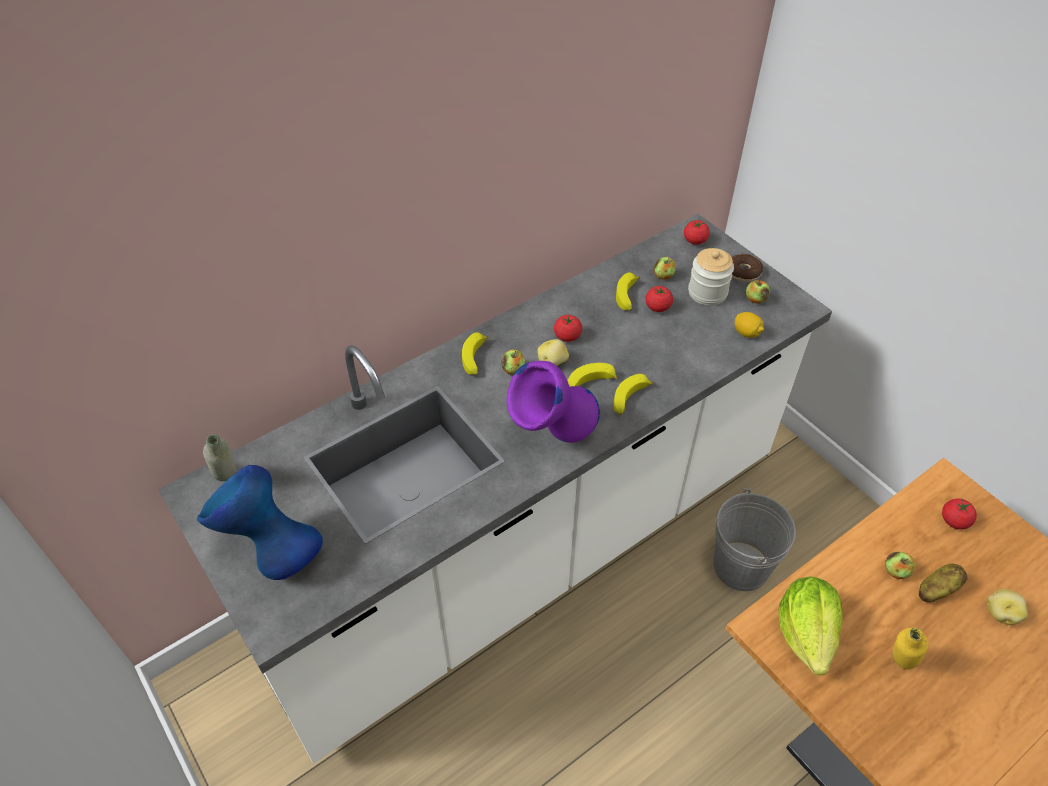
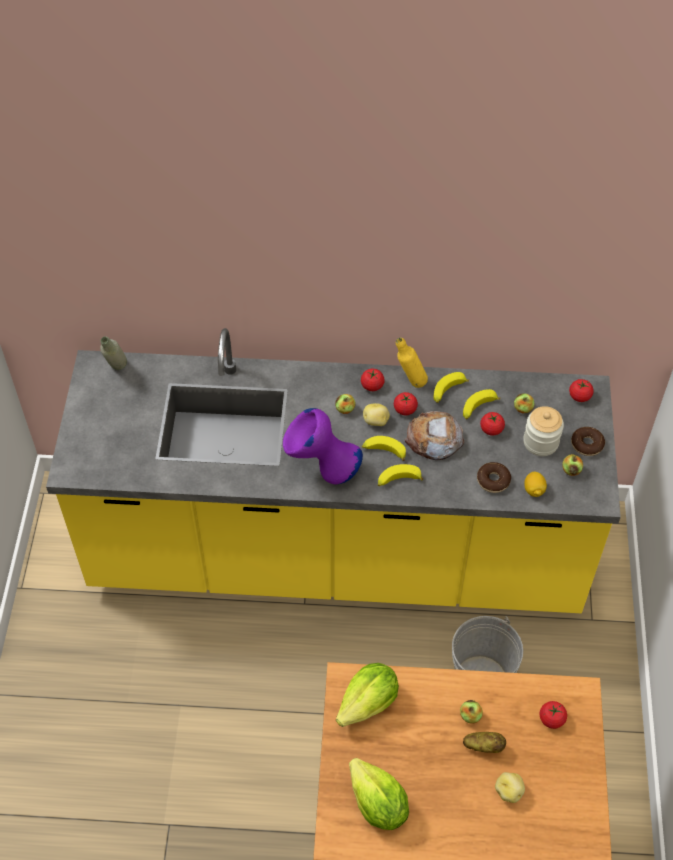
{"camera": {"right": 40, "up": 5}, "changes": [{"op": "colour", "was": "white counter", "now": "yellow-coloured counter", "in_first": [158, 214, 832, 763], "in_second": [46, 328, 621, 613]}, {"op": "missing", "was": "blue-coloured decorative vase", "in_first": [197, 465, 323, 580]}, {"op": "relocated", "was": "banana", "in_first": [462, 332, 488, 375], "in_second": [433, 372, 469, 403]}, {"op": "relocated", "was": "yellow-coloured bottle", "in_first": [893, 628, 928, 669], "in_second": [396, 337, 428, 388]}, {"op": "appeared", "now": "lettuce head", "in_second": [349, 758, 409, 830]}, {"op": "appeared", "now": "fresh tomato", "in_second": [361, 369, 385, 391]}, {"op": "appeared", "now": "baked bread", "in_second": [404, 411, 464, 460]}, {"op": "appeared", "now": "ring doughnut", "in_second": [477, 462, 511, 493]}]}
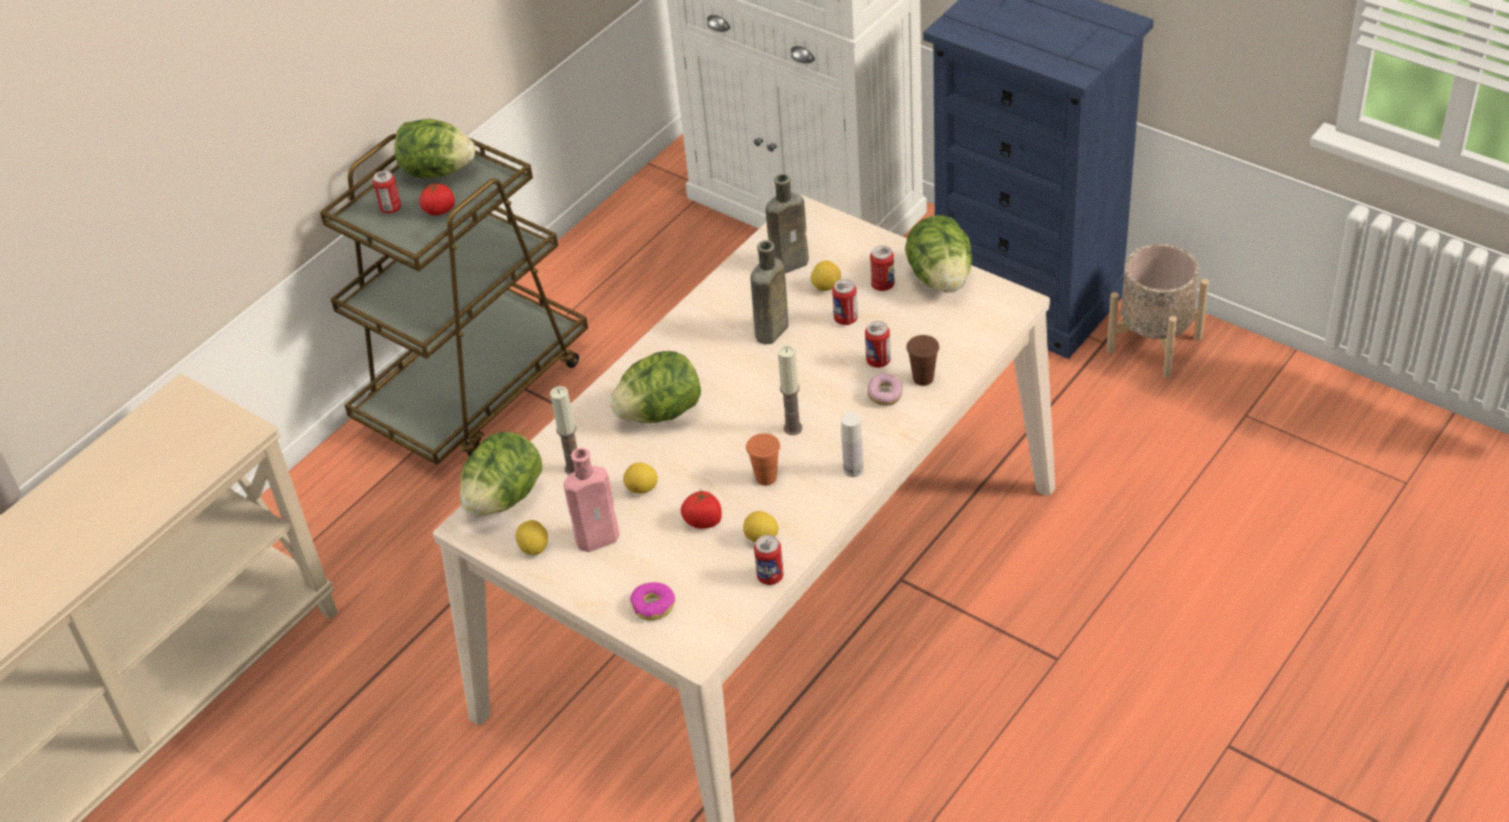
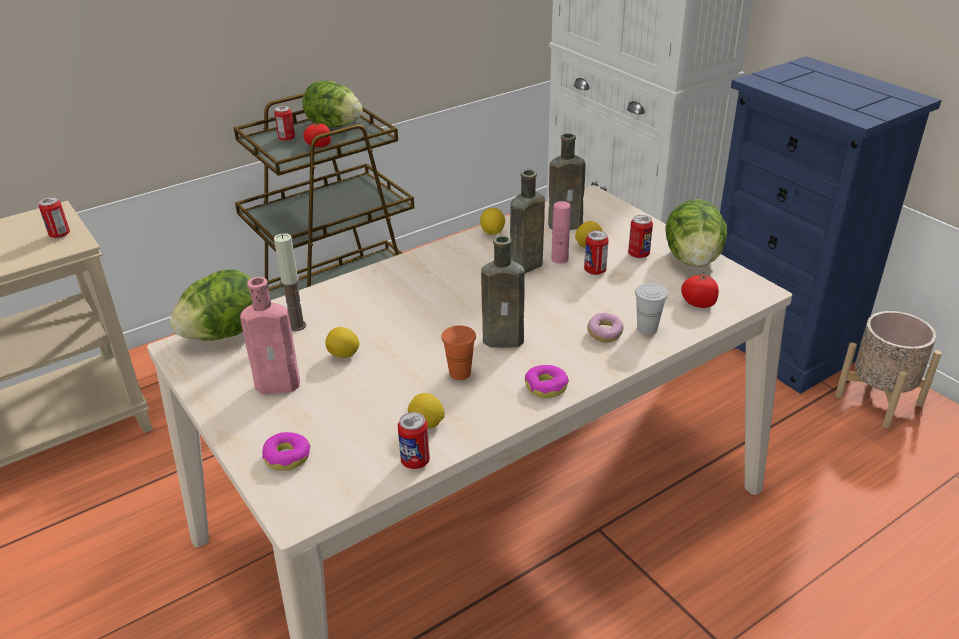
{"camera": {"right": 15, "up": -10}, "changes": [{"op": "relocated", "was": "whole lemon", "in_first": [516, 520, 548, 555], "in_second": [480, 208, 505, 235]}, {"op": "missing", "was": "lettuce head", "in_first": [610, 351, 701, 423]}, {"op": "relocated", "was": "fresh tomato", "in_first": [681, 489, 722, 529], "in_second": [681, 273, 719, 308]}, {"op": "exchanged", "was": "candle", "now": "brownish bottle", "in_first": [778, 345, 802, 435], "in_second": [481, 235, 525, 347]}, {"op": "exchanged", "was": "white bottle", "now": "ring doughnut", "in_first": [841, 412, 864, 477], "in_second": [525, 365, 569, 398]}, {"op": "relocated", "was": "metal can", "in_first": [865, 321, 891, 368], "in_second": [39, 197, 70, 238]}, {"op": "colour", "was": "brownish drinking cup", "now": "white drinking cup", "in_first": [906, 335, 939, 386], "in_second": [635, 283, 668, 335]}, {"op": "appeared", "now": "pink-coloured bottle", "in_second": [551, 201, 570, 264]}]}
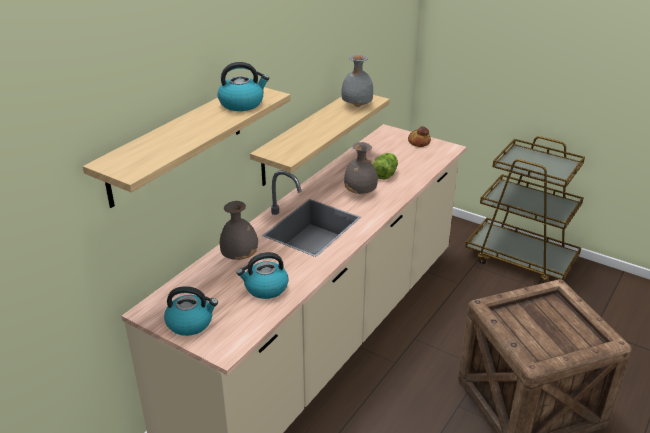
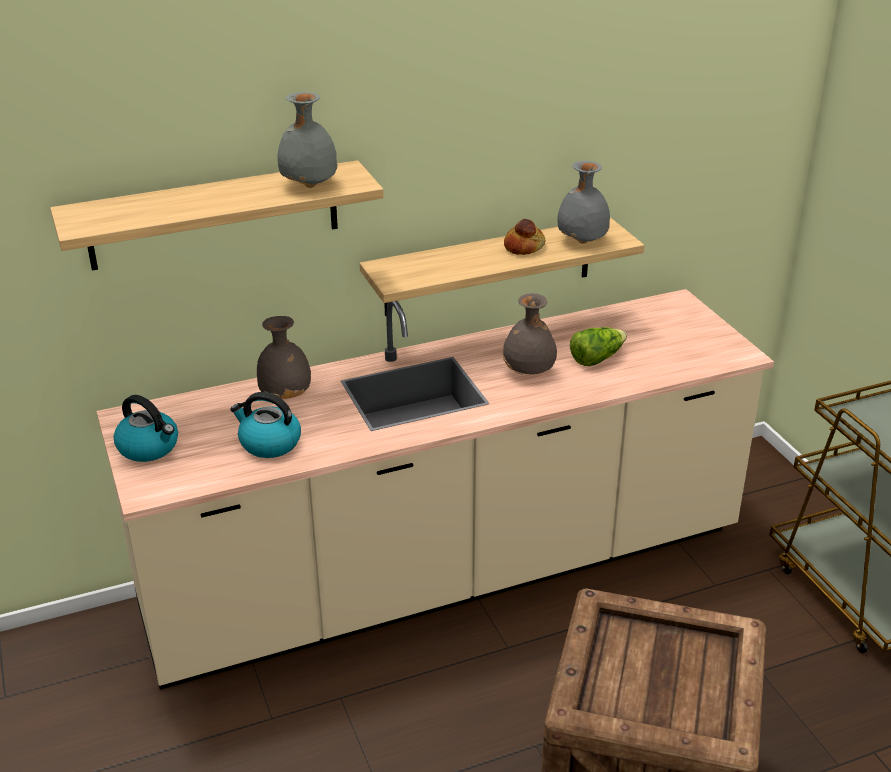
{"camera": {"right": 35, "up": 0}, "changes": [{"op": "exchanged", "was": "kettle", "now": "greyish decorative vase", "in_first": [218, 62, 269, 111], "in_second": [278, 92, 338, 188]}, {"op": "relocated", "was": "baked bread", "in_first": [408, 126, 431, 147], "in_second": [504, 219, 545, 255]}]}
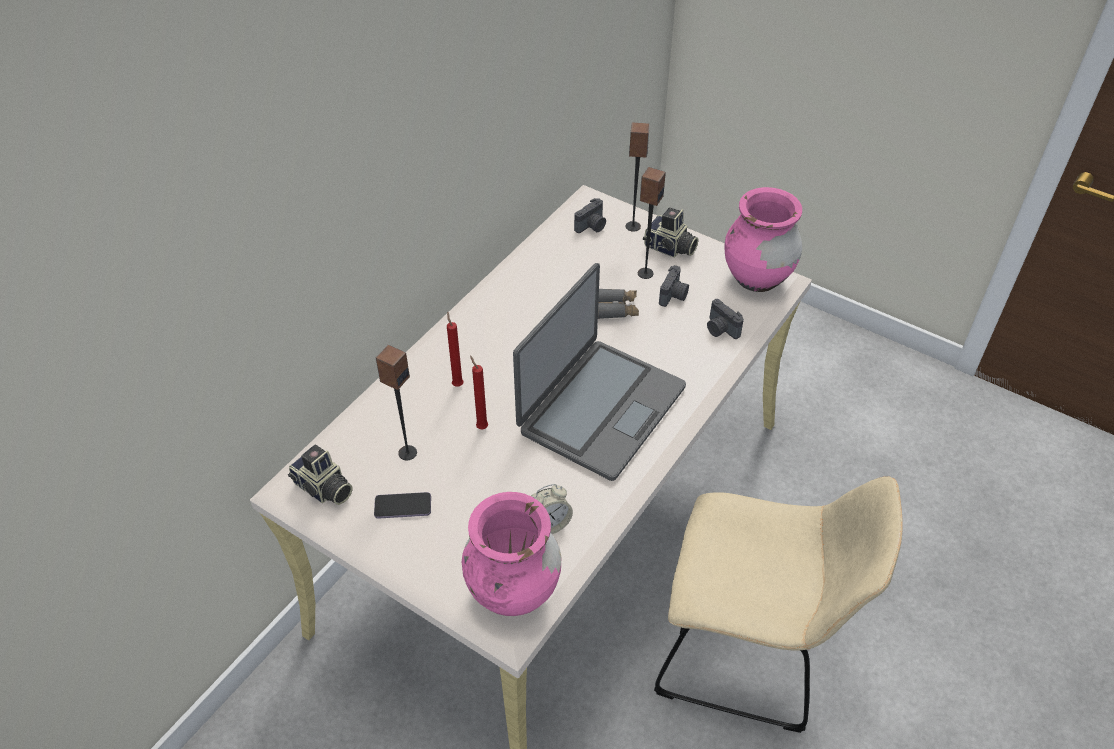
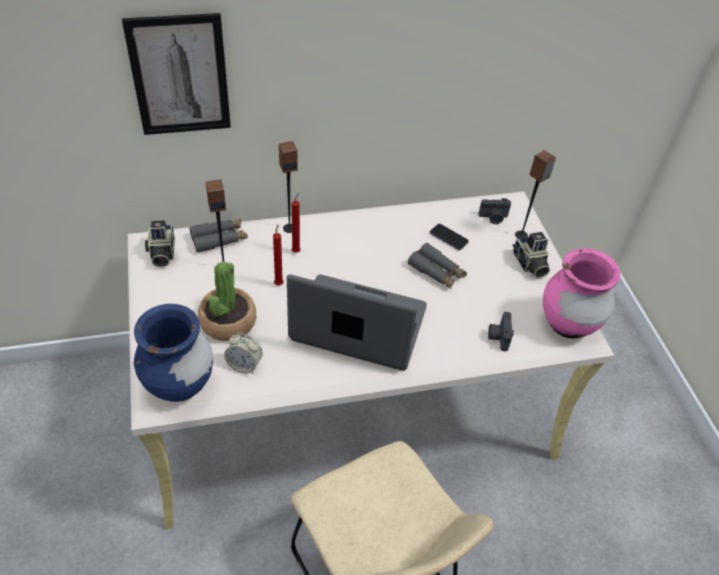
{"camera": {"right": 40, "up": 0}, "changes": [{"op": "relocated", "was": "phone", "in_first": [374, 492, 431, 519], "in_second": [430, 224, 469, 250]}, {"op": "colour", "was": "pink-coloured decorative vase", "now": "blue-coloured decorative vase", "in_first": [462, 492, 561, 616], "in_second": [134, 304, 213, 402]}, {"op": "spun", "was": "laptop", "in_first": [513, 263, 686, 481], "in_second": [287, 275, 427, 371], "clockwise": -150}, {"op": "relocated", "was": "speaker", "in_first": [638, 167, 666, 279], "in_second": [279, 141, 298, 233]}, {"op": "missing", "was": "still camera", "in_first": [659, 265, 689, 307]}, {"op": "appeared", "now": "picture", "in_second": [122, 13, 231, 135]}, {"op": "appeared", "now": "greyish pair of binoculars", "in_second": [189, 219, 248, 253]}, {"op": "appeared", "now": "houseplant", "in_second": [198, 262, 257, 341]}]}
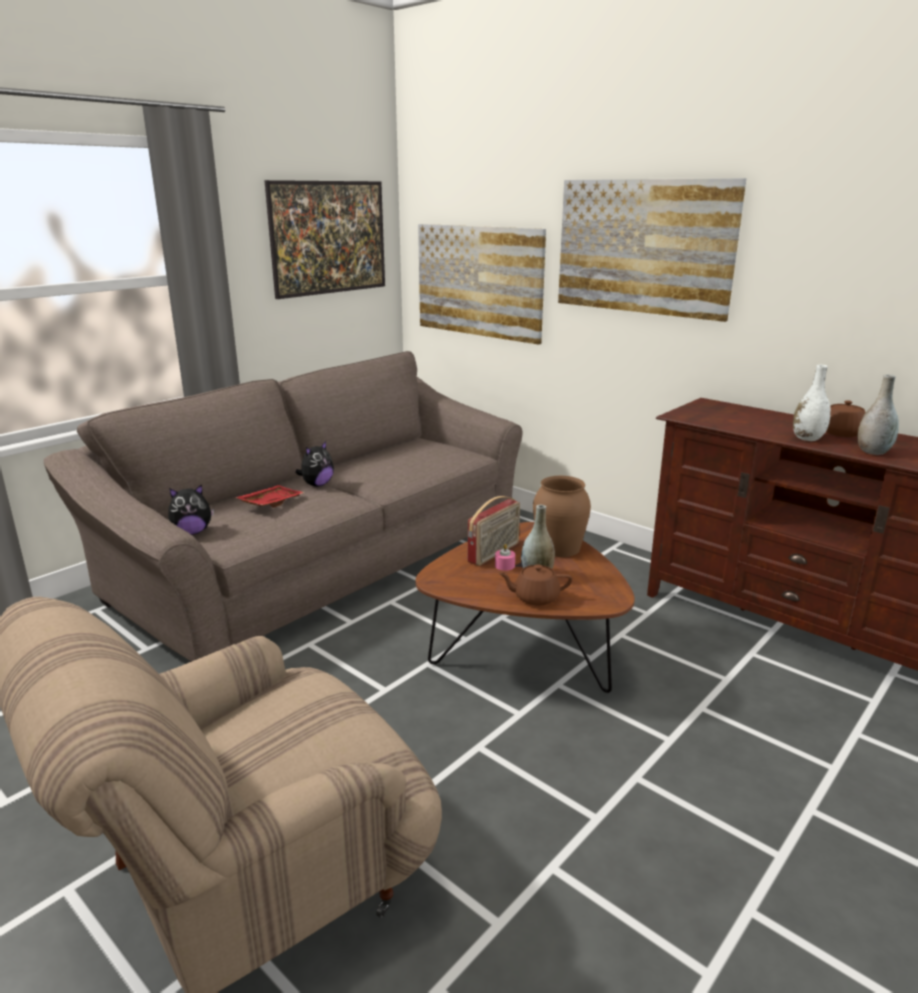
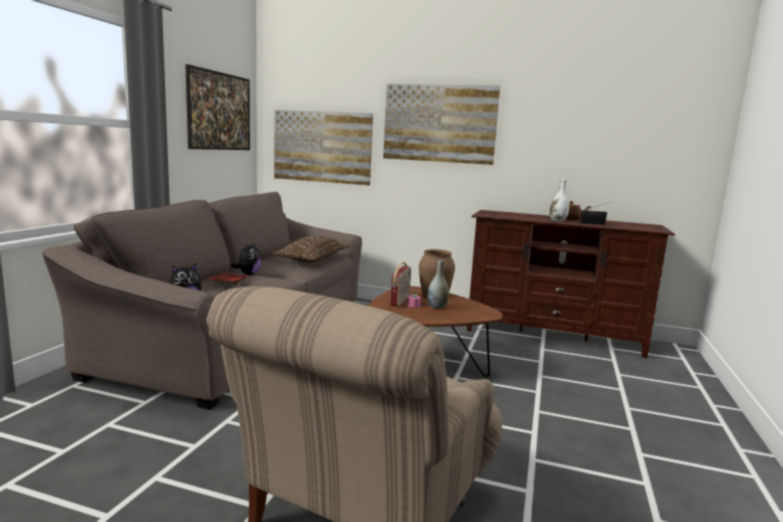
{"camera": {"right": -25, "up": -10}, "changes": [{"op": "missing", "was": "brownish teapot", "in_first": [499, 564, 572, 606]}, {"op": "exchanged", "was": "greyish decorative vase", "now": "radio receiver", "in_first": [857, 374, 899, 455], "in_second": [579, 202, 611, 225]}, {"op": "appeared", "now": "brownish pillow", "in_second": [272, 236, 350, 263]}]}
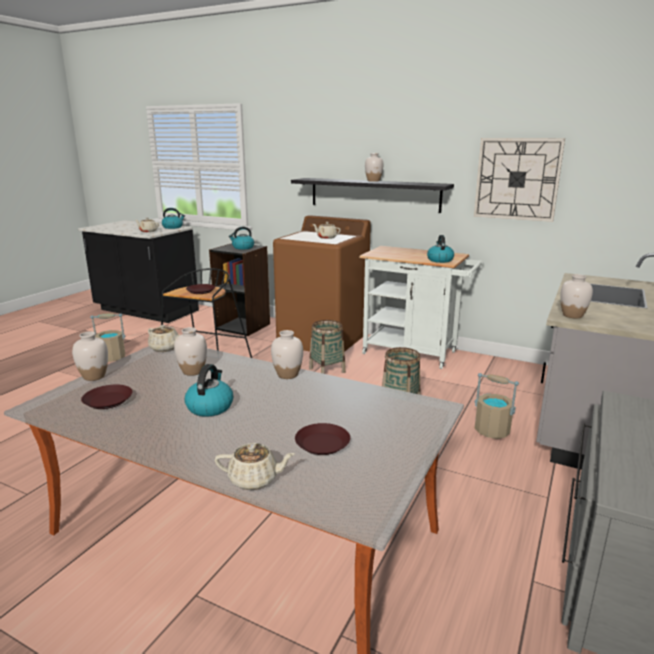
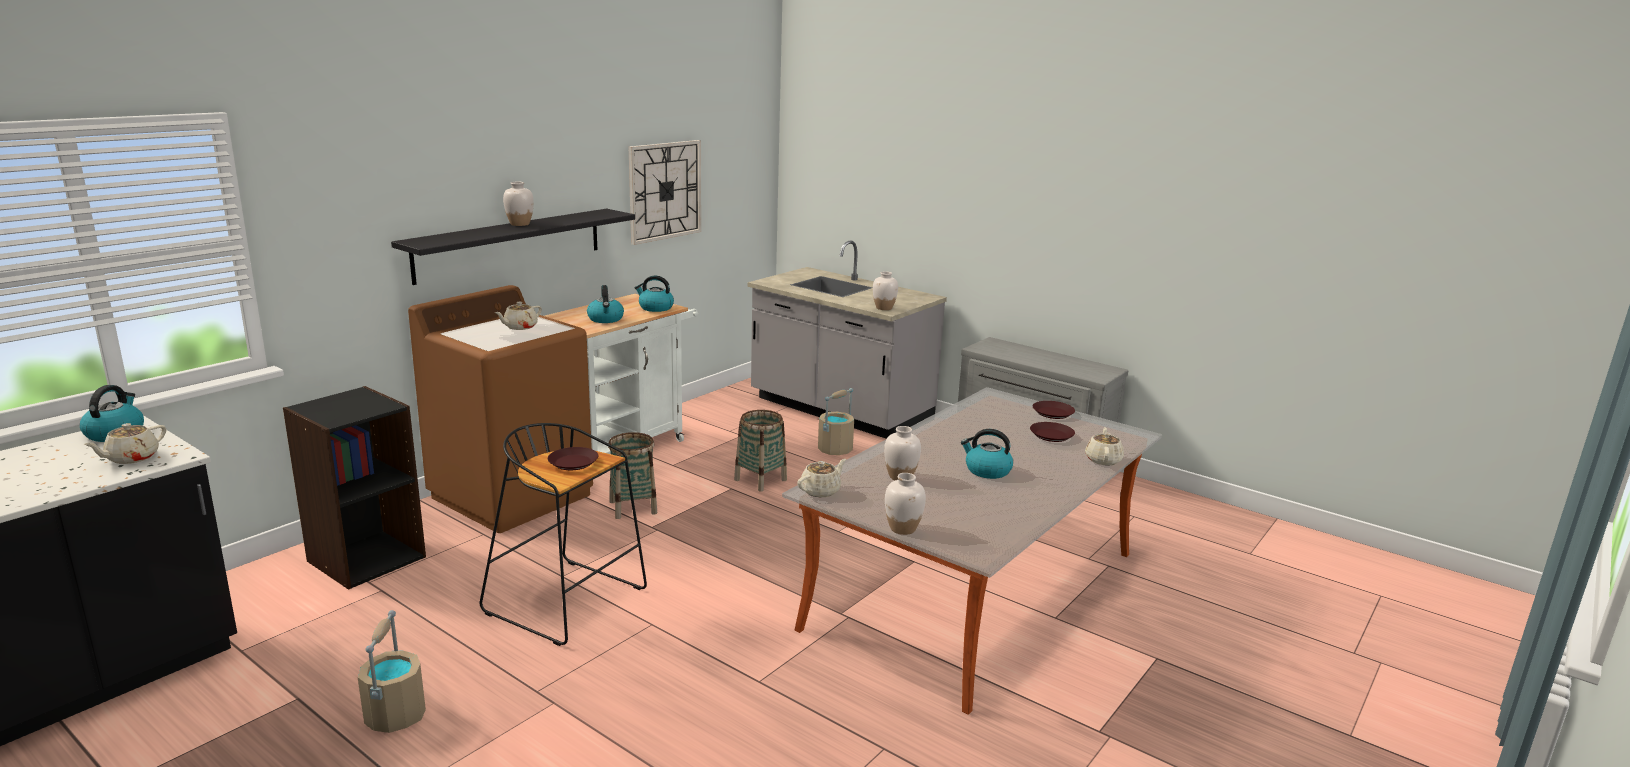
{"camera": {"right": -80, "up": 0}, "changes": [{"op": "relocated", "was": "brownish dinner plate", "in_first": [81, 384, 133, 409], "in_second": [1033, 401, 1075, 419]}, {"op": "relocated", "was": "kettle", "in_first": [229, 227, 254, 249], "in_second": [587, 285, 624, 323]}, {"op": "missing", "was": "white decorative vase", "in_first": [271, 330, 303, 379]}]}
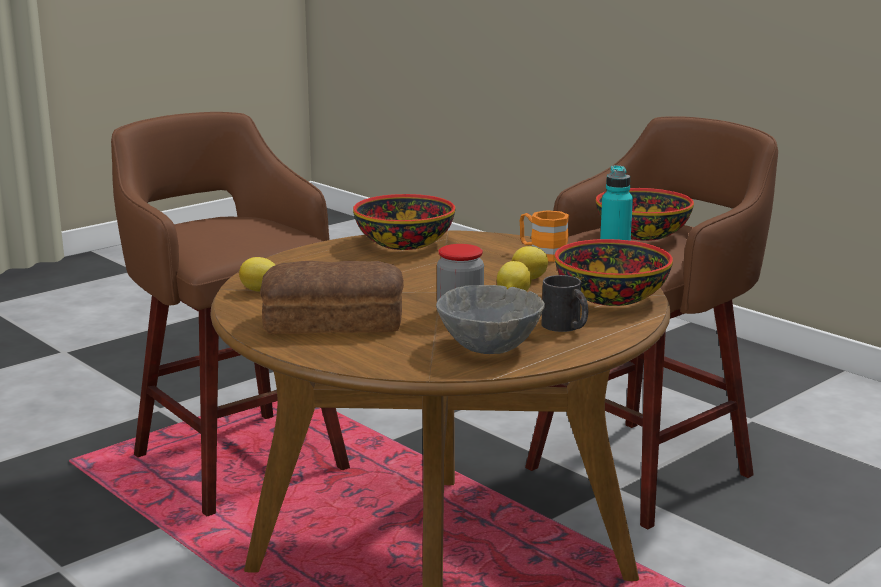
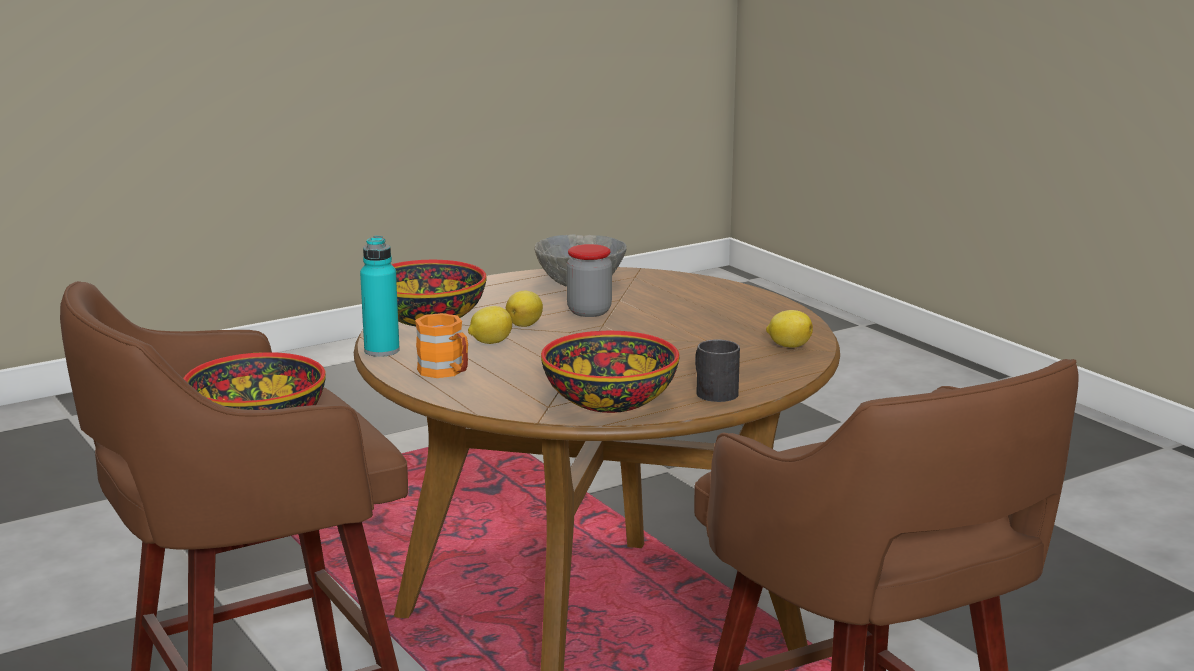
{"camera": {"right": -170, "up": 0}, "changes": [{"op": "missing", "was": "baked bread", "in_first": [260, 261, 404, 334]}, {"op": "relocated", "was": "black-coloured coffee mug", "in_first": [541, 275, 588, 332], "in_second": [695, 339, 740, 402]}]}
